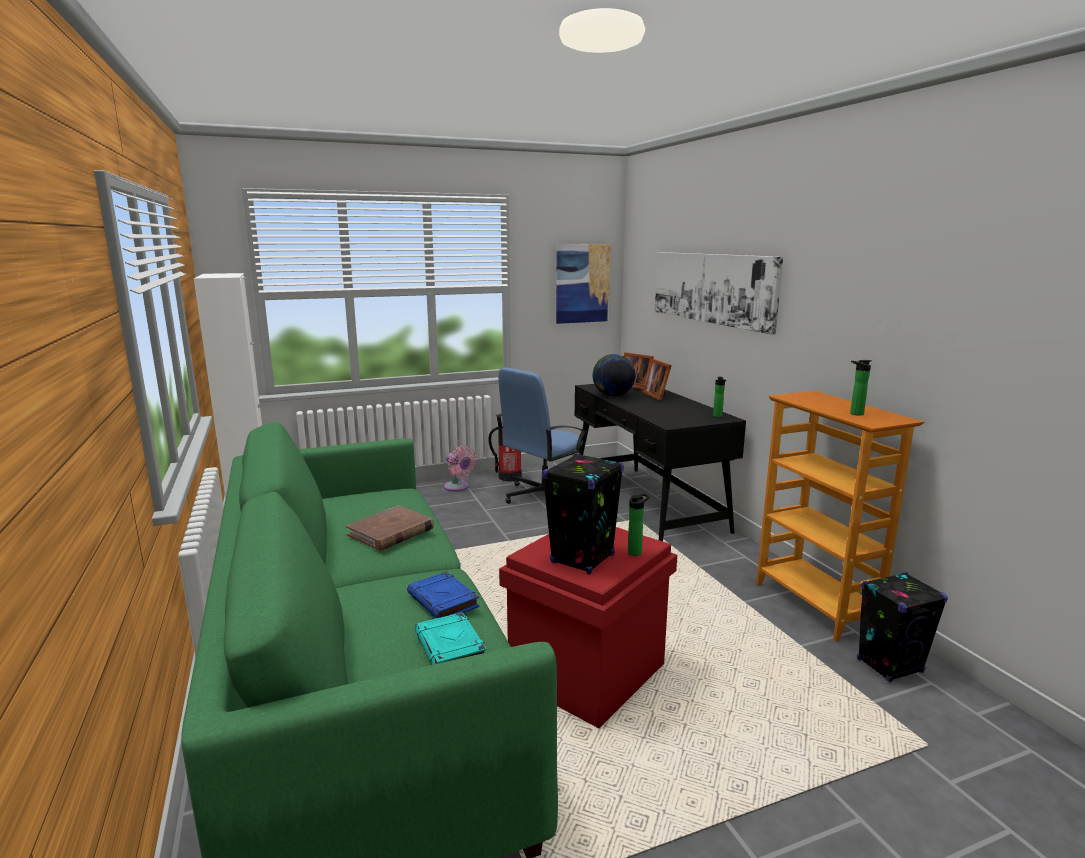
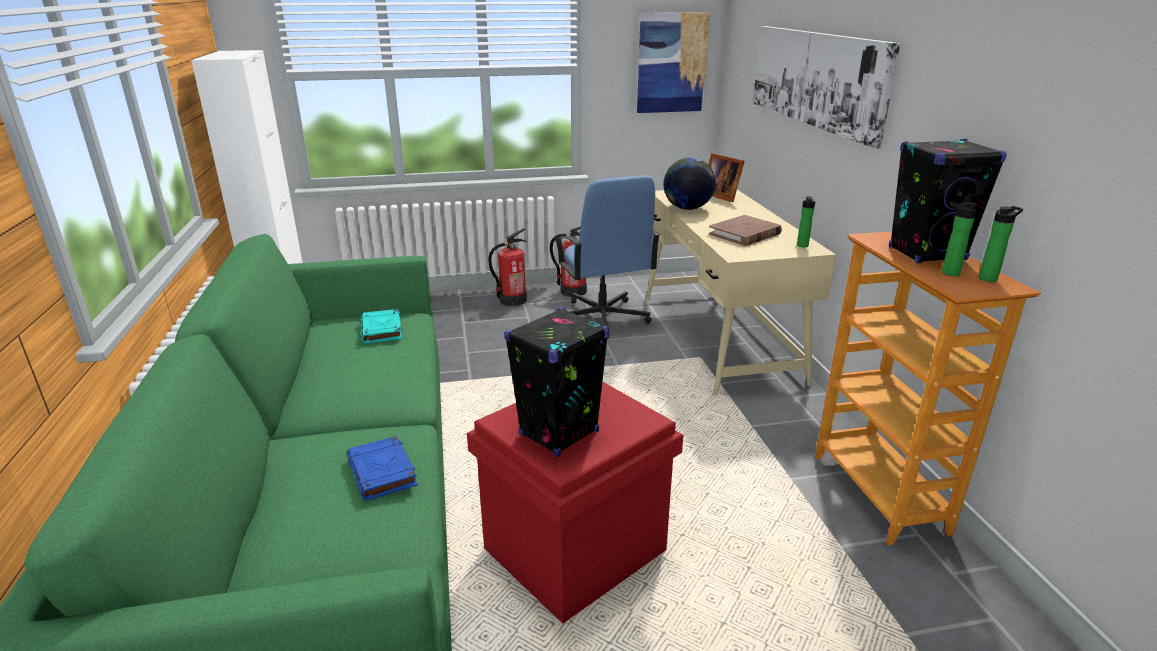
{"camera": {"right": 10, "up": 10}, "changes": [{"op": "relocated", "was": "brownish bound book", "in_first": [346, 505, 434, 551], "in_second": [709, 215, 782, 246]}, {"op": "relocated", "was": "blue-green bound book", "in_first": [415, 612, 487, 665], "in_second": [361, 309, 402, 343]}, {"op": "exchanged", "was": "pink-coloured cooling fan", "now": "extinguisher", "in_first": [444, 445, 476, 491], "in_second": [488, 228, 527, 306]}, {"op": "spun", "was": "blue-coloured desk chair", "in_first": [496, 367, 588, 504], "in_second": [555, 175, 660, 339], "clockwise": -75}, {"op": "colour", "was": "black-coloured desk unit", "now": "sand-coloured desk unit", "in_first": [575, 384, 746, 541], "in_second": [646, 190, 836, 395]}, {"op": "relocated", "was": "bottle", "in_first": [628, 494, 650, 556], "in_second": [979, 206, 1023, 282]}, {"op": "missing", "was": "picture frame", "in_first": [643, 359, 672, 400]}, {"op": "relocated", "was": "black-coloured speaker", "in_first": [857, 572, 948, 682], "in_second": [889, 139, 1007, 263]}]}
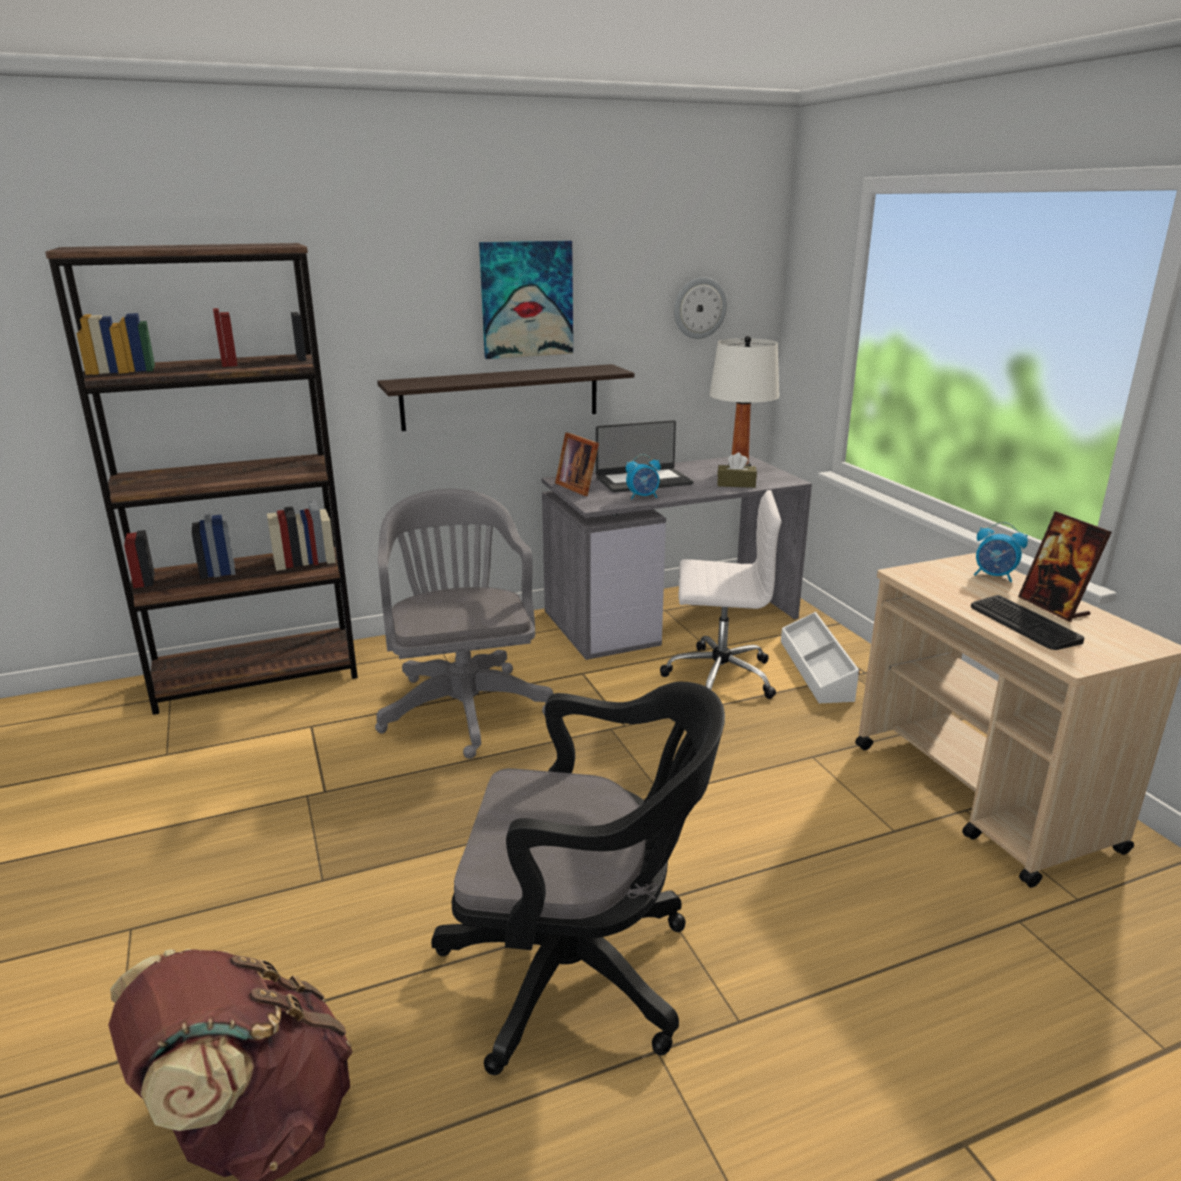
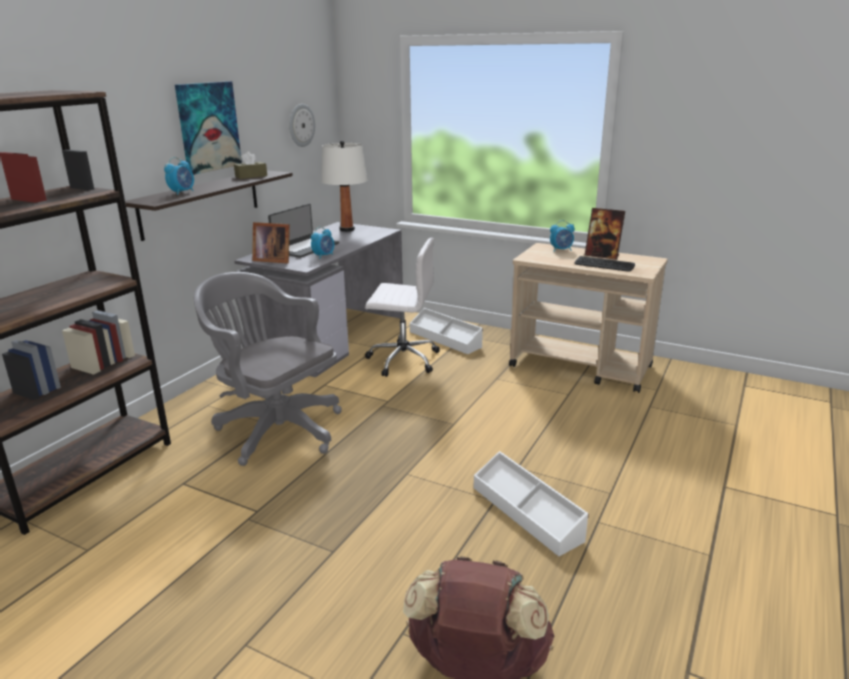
{"camera": {"right": -40, "up": 0}, "changes": [{"op": "exchanged", "was": "black-coloured desk chair", "now": "white storage container", "in_first": [431, 682, 725, 1075], "in_second": [474, 451, 589, 556]}, {"op": "spun", "was": "white desk chair", "in_first": [660, 490, 782, 699], "in_second": [365, 238, 440, 377], "clockwise": 45}, {"op": "relocated", "was": "brownish tissue box", "in_first": [717, 452, 757, 488], "in_second": [234, 151, 267, 179]}, {"op": "appeared", "now": "table clock", "in_second": [164, 157, 194, 195]}]}
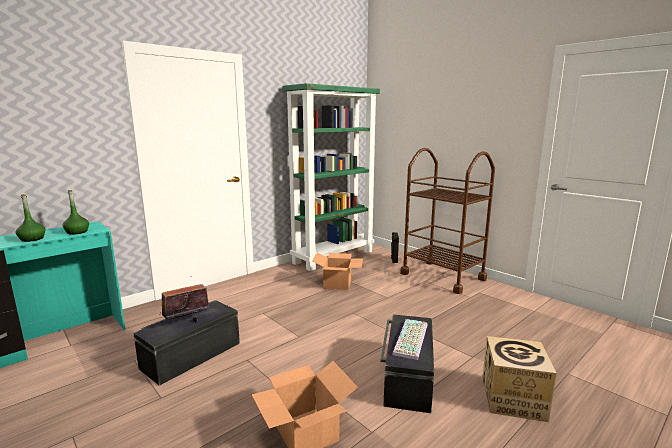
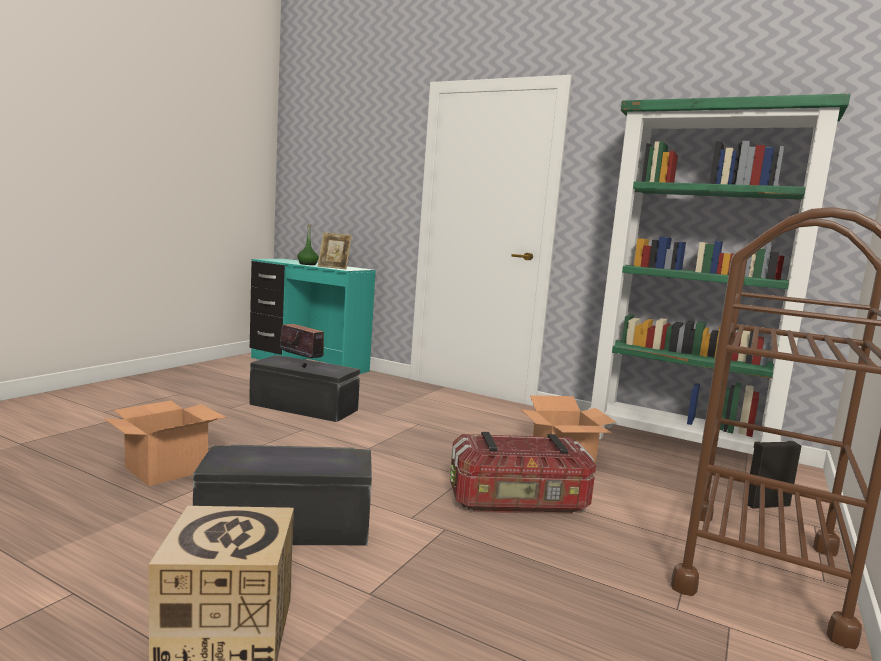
{"camera": {"right": 70, "up": -5}, "changes": [{"op": "exchanged", "was": "greenish bottle", "now": "picture frame", "in_first": [62, 190, 89, 235], "in_second": [318, 232, 352, 269]}, {"op": "missing", "was": "keyboard", "in_first": [392, 319, 428, 360]}, {"op": "appeared", "now": "storage container", "in_second": [450, 432, 596, 514]}]}
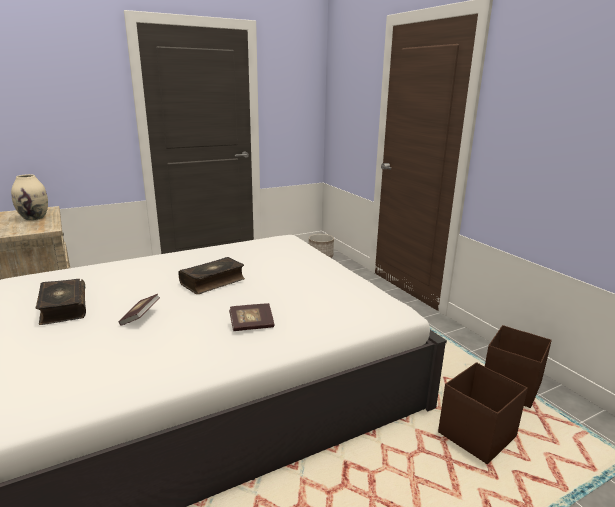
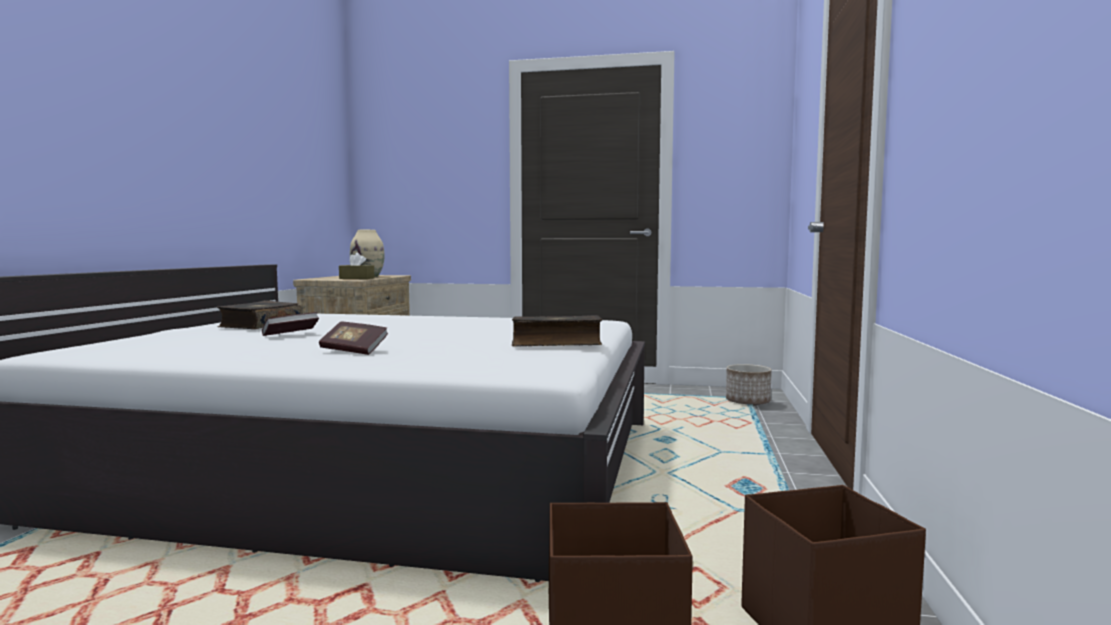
{"camera": {"right": 40, "up": -15}, "changes": [{"op": "relocated", "was": "bound book", "in_first": [178, 257, 245, 294], "in_second": [512, 315, 603, 347]}, {"op": "appeared", "now": "brownish tissue box", "in_second": [339, 253, 375, 279]}]}
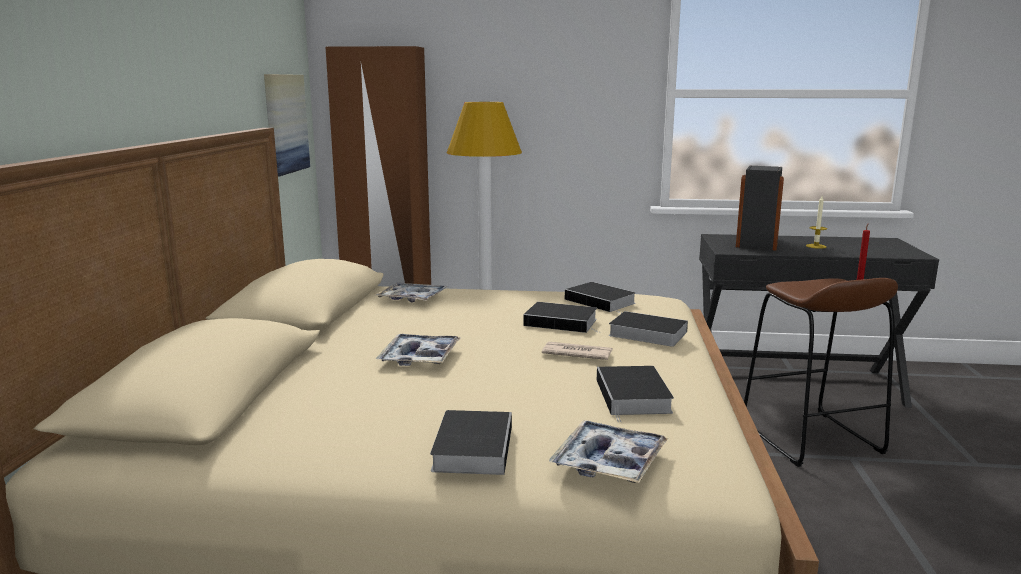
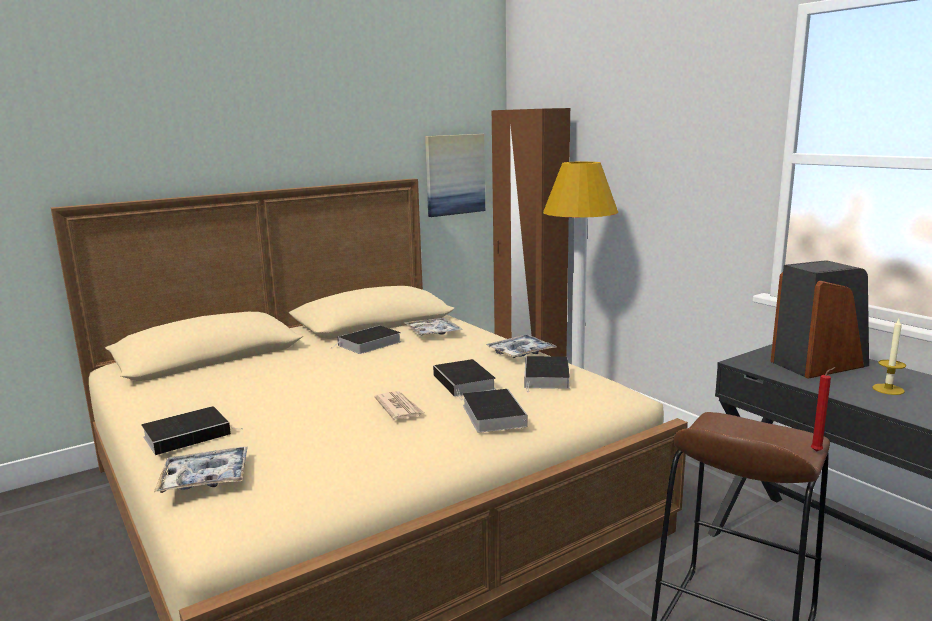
{"camera": {"right": 50, "up": 0}, "changes": [{"op": "relocated", "was": "carrying tray", "in_first": [376, 334, 460, 366], "in_second": [486, 335, 556, 358]}, {"op": "relocated", "was": "bound book", "in_first": [597, 366, 674, 422], "in_second": [333, 325, 401, 354]}]}
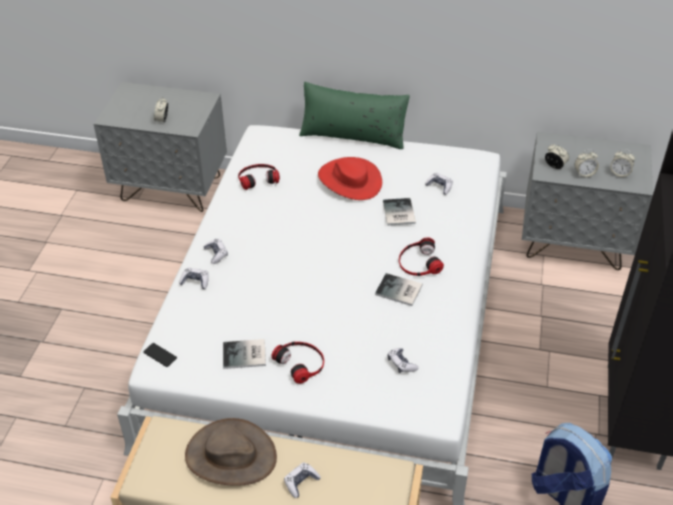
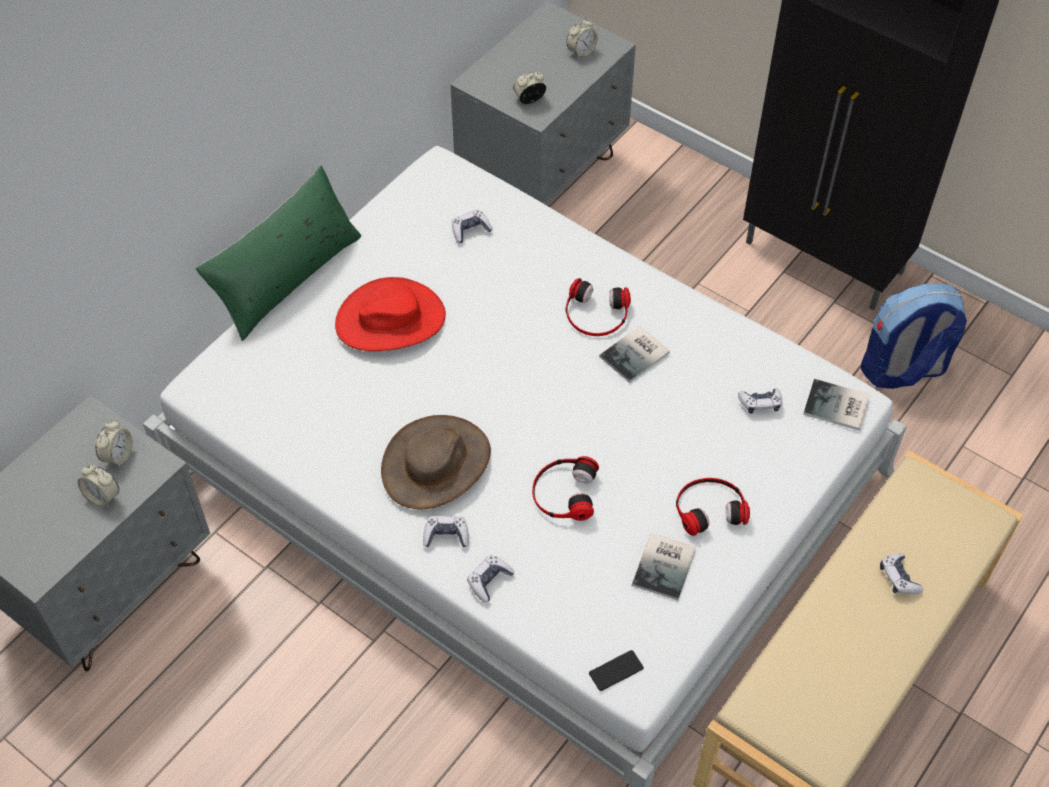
{"camera": {"right": -65, "up": 10}, "changes": [{"op": "relocated", "was": "brownish hat", "in_first": [185, 418, 277, 486], "in_second": [381, 415, 491, 509]}, {"op": "relocated", "was": "headphones", "in_first": [238, 164, 280, 190], "in_second": [532, 456, 599, 521]}, {"op": "relocated", "was": "bound book", "in_first": [383, 198, 416, 226], "in_second": [803, 379, 870, 431]}, {"op": "relocated", "was": "table clock", "in_first": [574, 149, 599, 177], "in_second": [96, 420, 132, 467]}]}
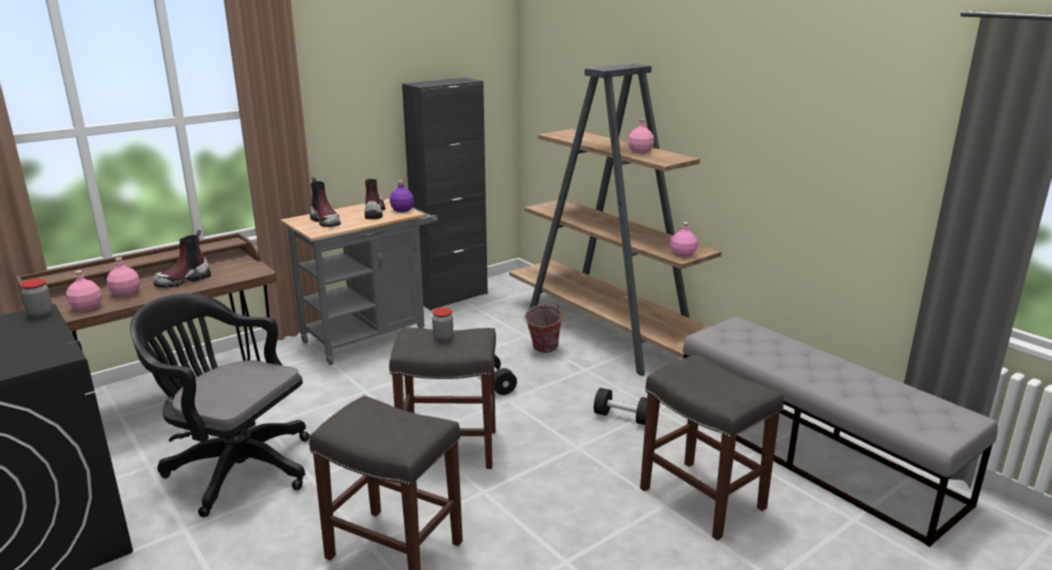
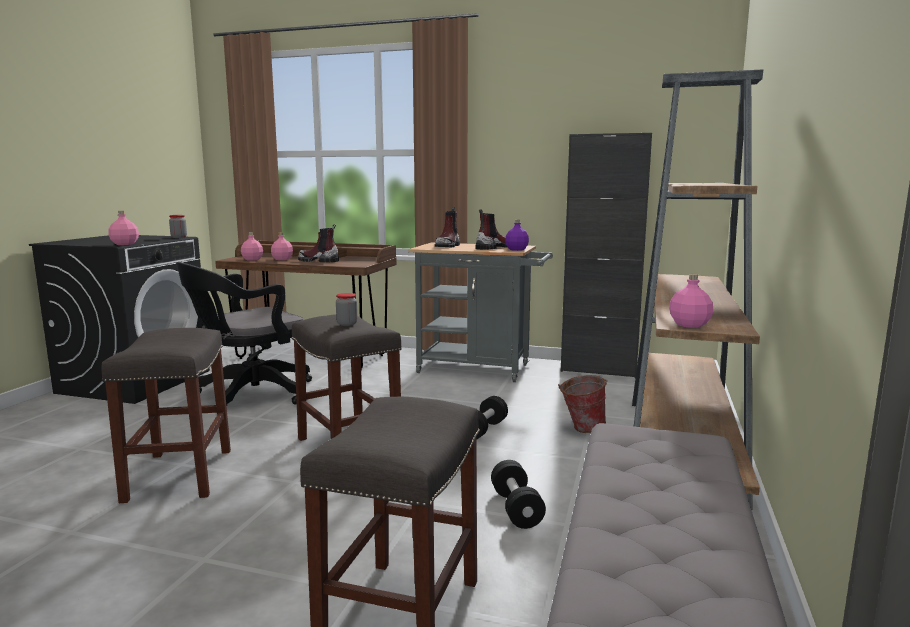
{"camera": {"right": 55, "up": -10}, "changes": [{"op": "spun", "was": "black-coloured desk chair", "in_first": [130, 293, 309, 517], "in_second": [176, 262, 312, 406], "clockwise": -120}, {"op": "relocated", "was": "pink-coloured bottle", "in_first": [628, 119, 654, 154], "in_second": [108, 211, 139, 245]}]}
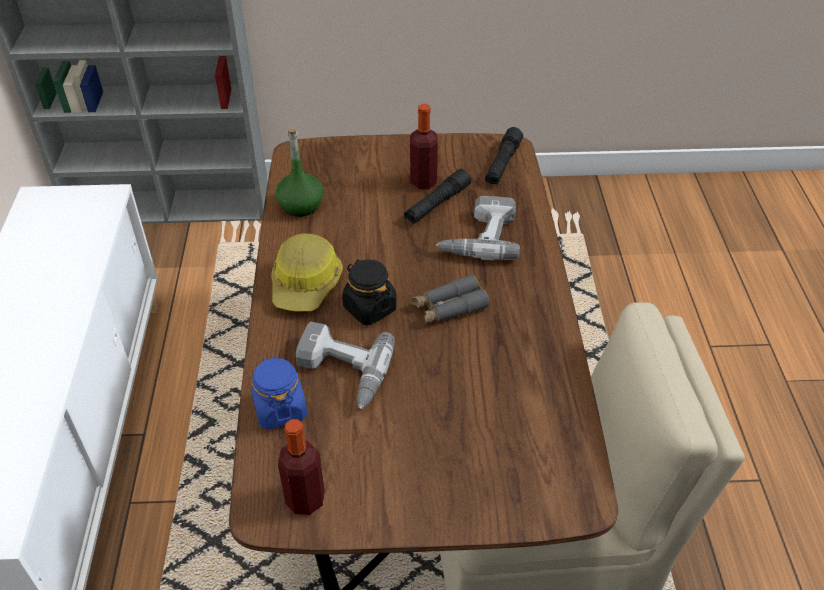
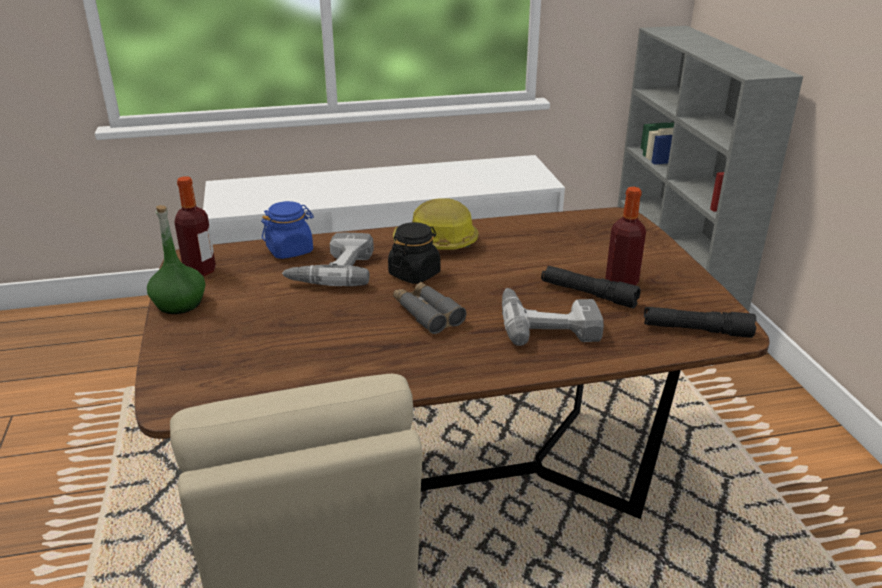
{"camera": {"right": 80, "up": -15}, "changes": [{"op": "relocated", "was": "greenish bottle", "in_first": [275, 128, 324, 217], "in_second": [147, 205, 205, 314]}]}
